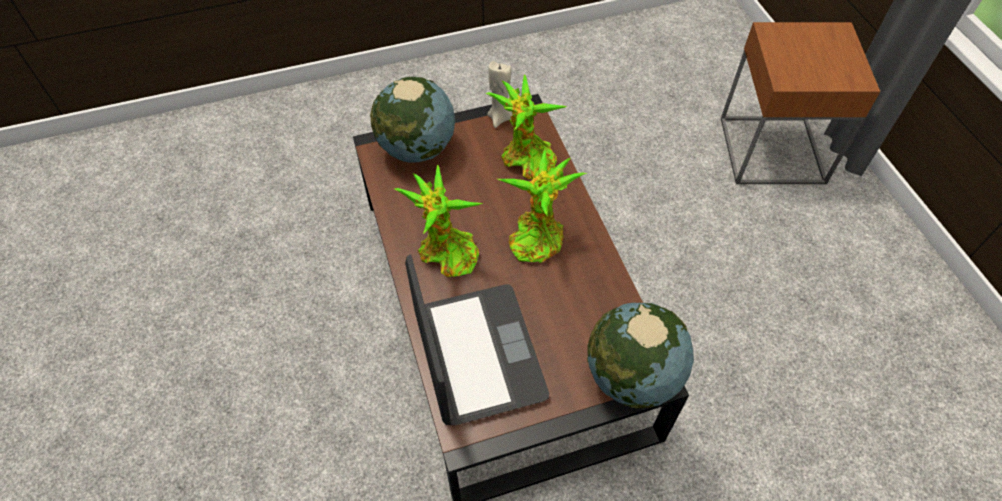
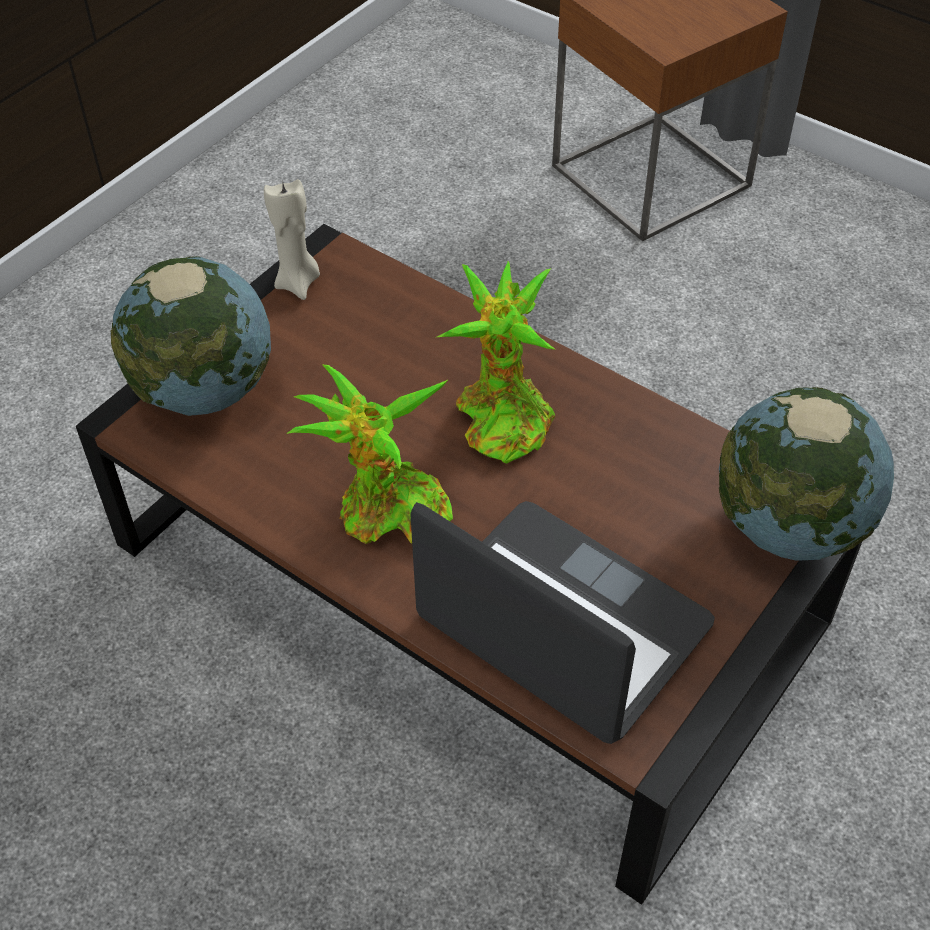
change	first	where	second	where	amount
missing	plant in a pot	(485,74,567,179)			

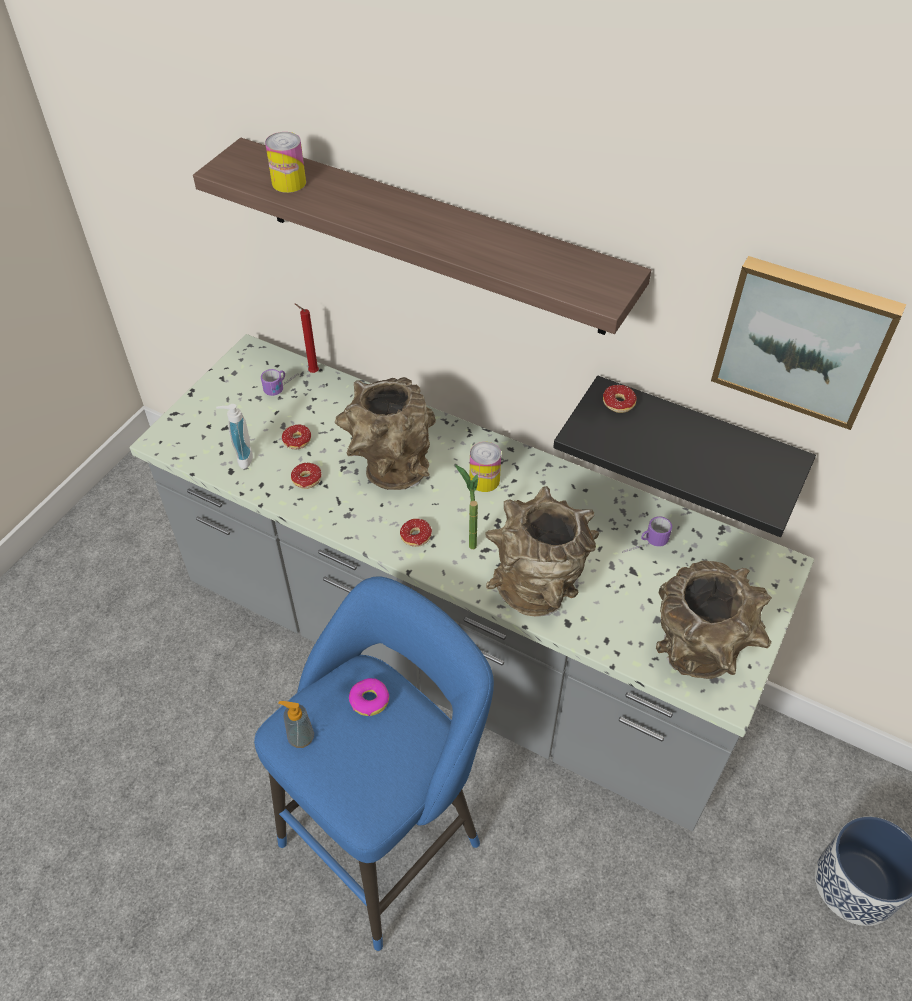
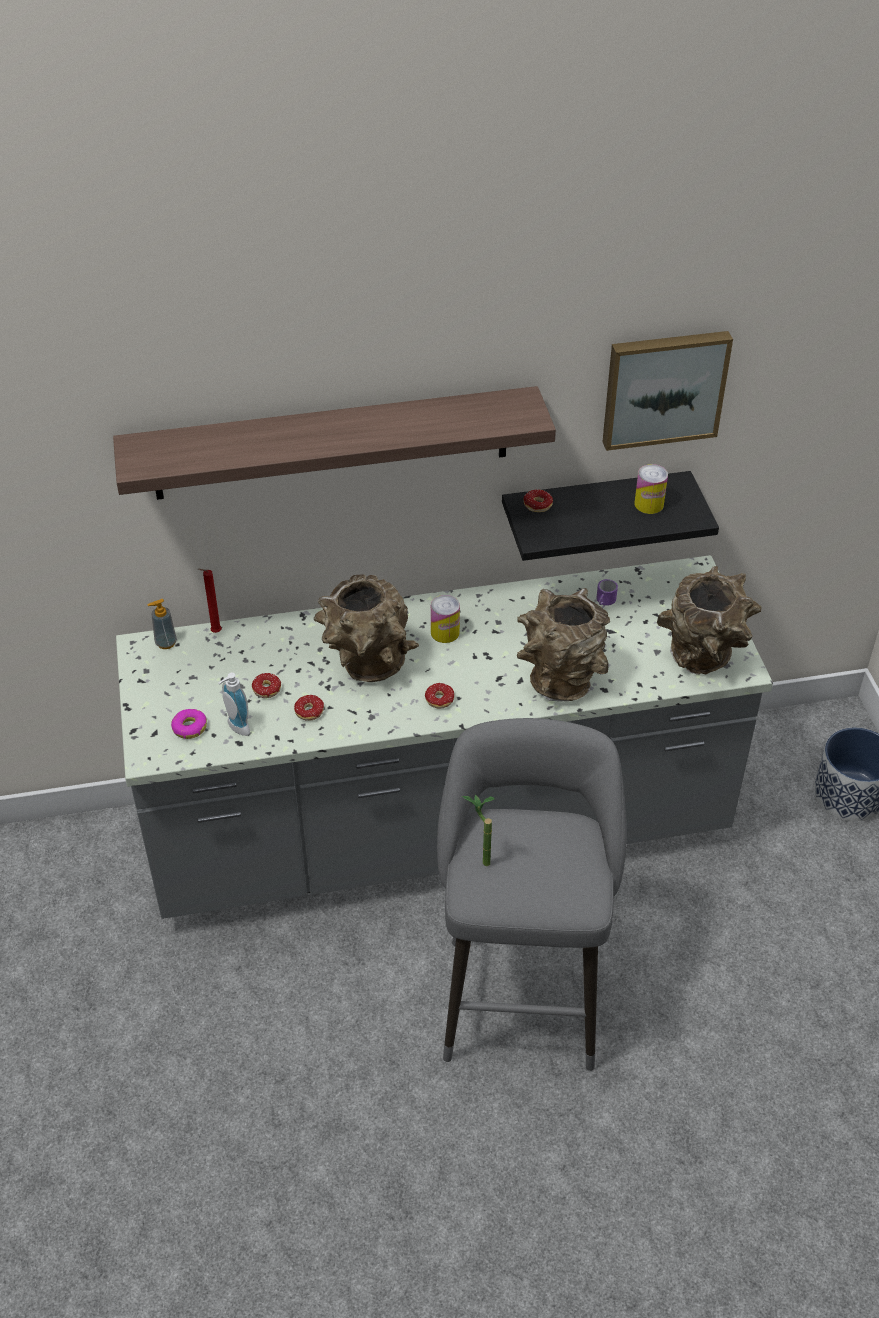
change	first	where	second	where	amount
relocated	metal can	(265,132,306,193)		(634,464,668,514)	
missing	mug	(261,369,299,396)			
relocated	plant in a pot	(455,465,478,549)		(462,795,495,866)	
colour	blue stool	(254,576,494,951)	greyish stool	(437,718,627,1071)	
relocated	doughnut	(349,678,389,716)		(171,709,207,739)	
relocated	liquid soap bottle	(279,701,314,748)		(148,599,177,649)	

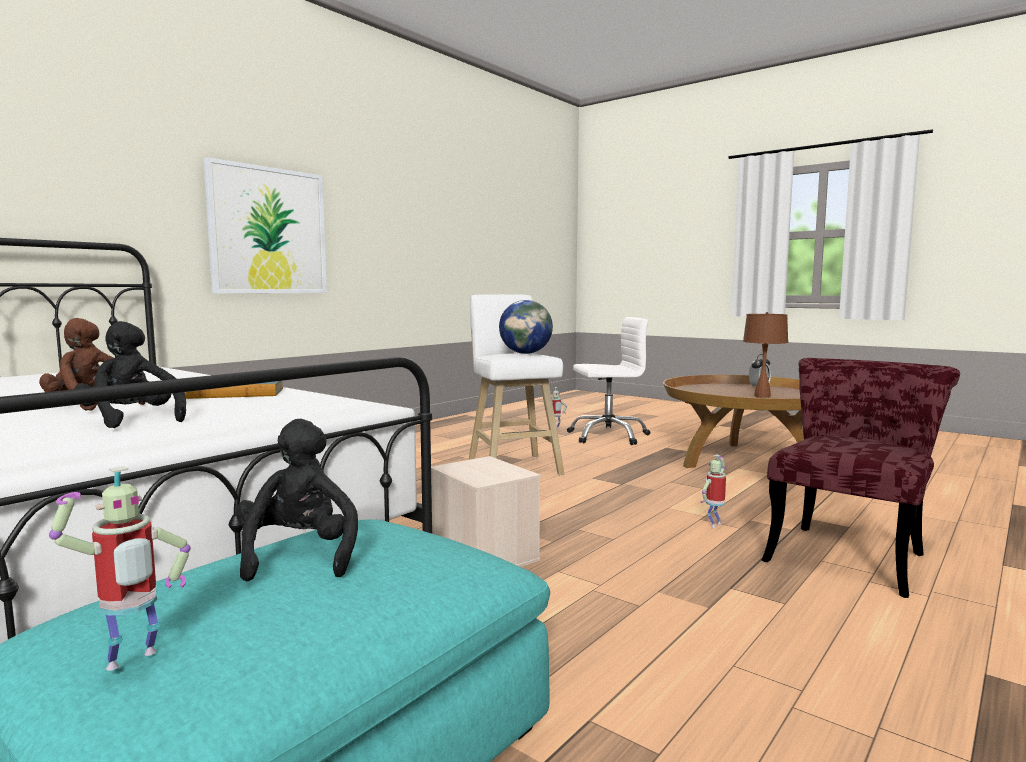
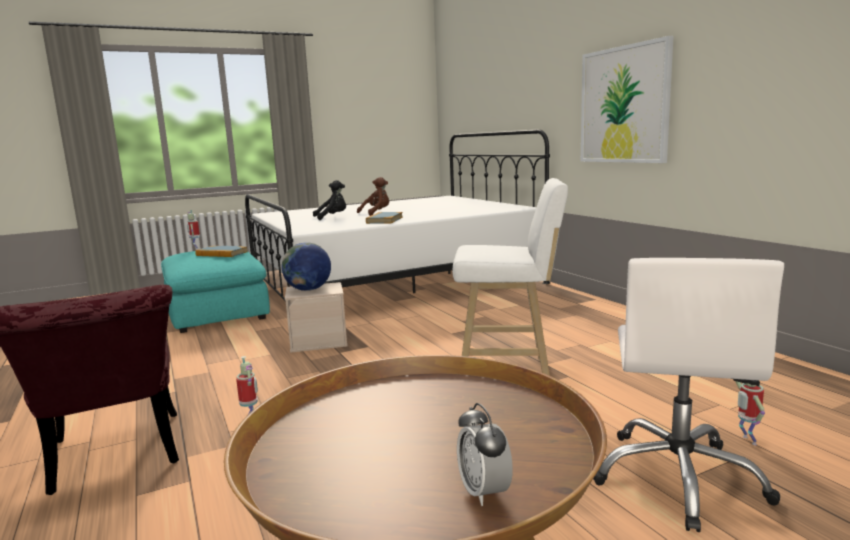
change	first	where	second	where	amount
relocated	world globe	(499,300,553,354)		(282,242,331,291)	
missing	brownish lamp for a table	(743,312,788,398)			
exchanged	blackish plush toy	(236,419,358,581)	volume	(195,246,248,257)	

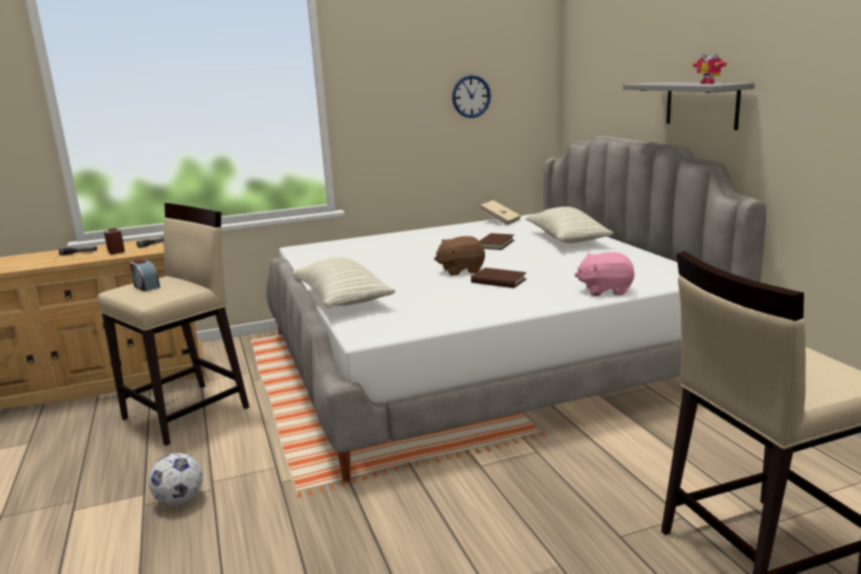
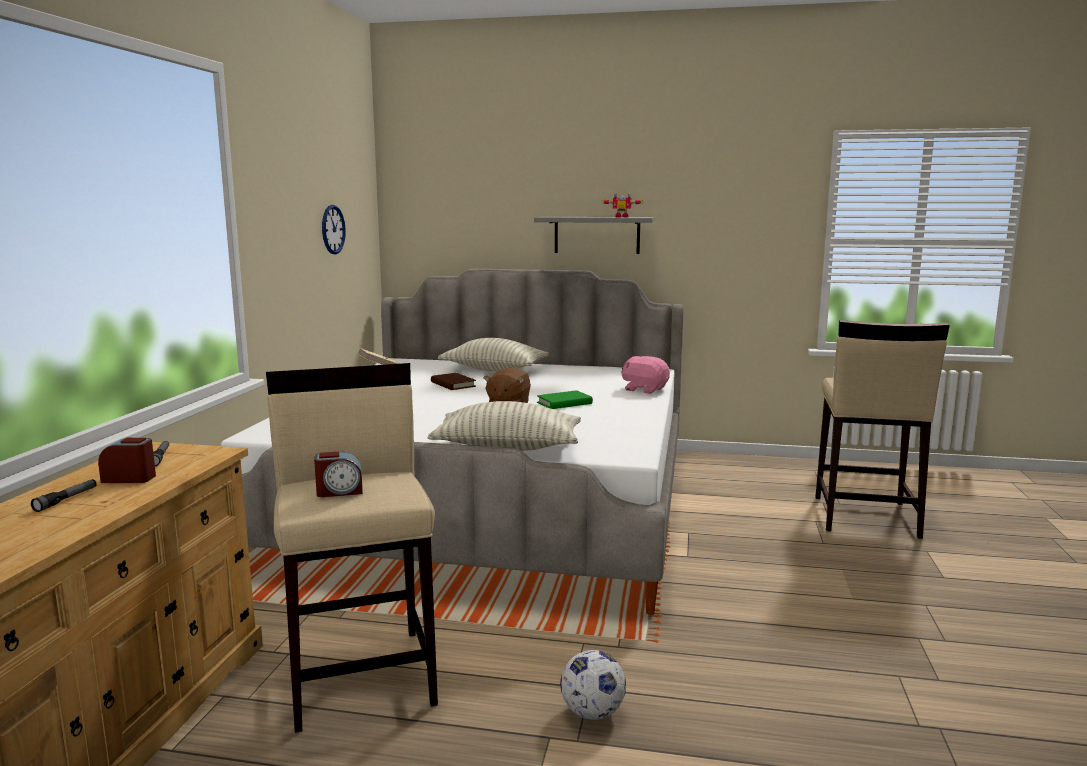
change	first	where	second	where	amount
spun	pink plush toy	(575,252,635,296)		(621,356,670,394)	90 degrees clockwise
colour	brownish volume	(471,268,527,288)	greenish volume	(537,390,593,409)	

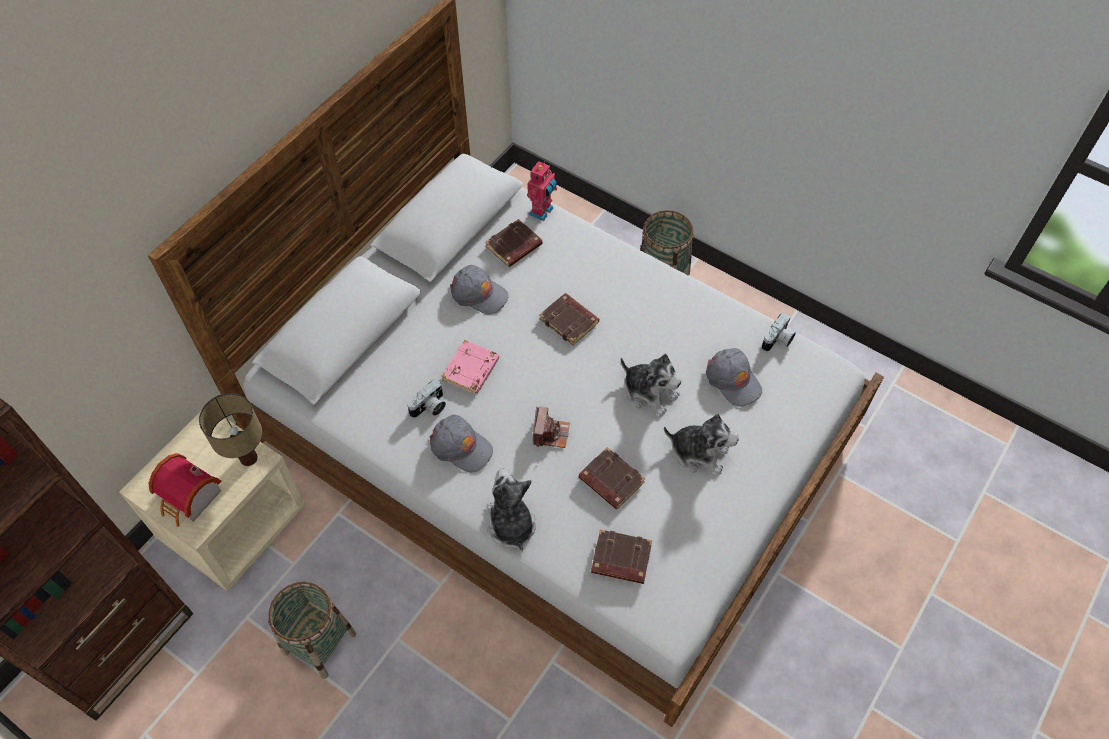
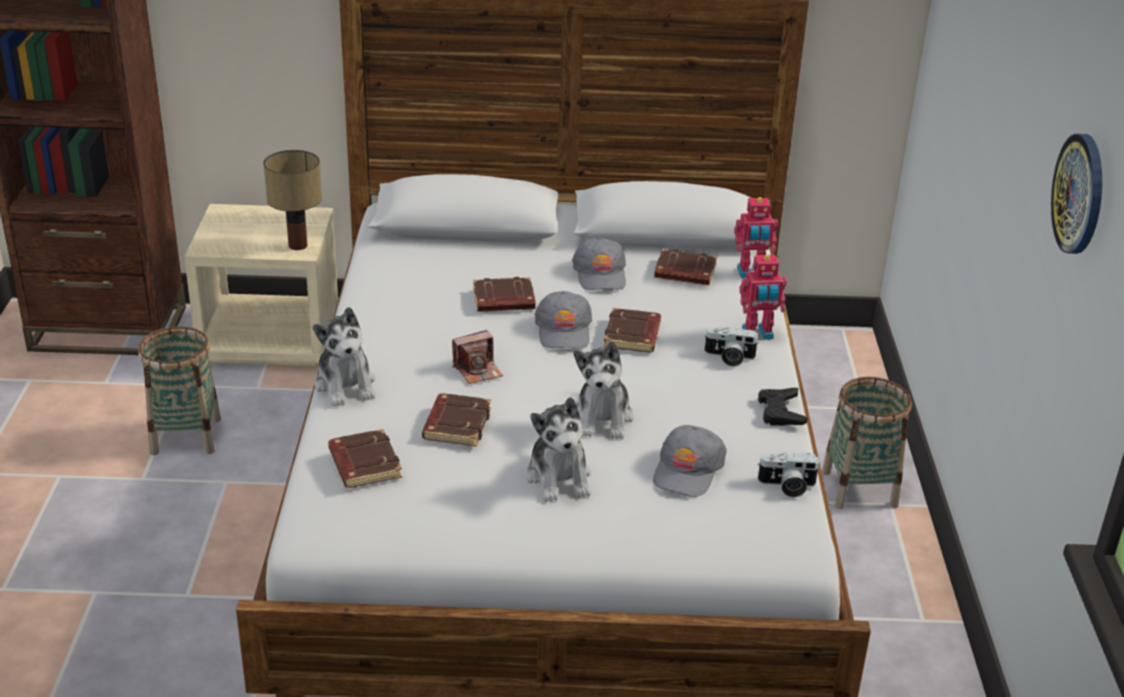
change	first	where	second	where	amount
colour	pink volume	(441,340,499,394)	brownish volume	(473,277,536,312)	
relocated	still camera	(407,379,446,418)		(704,327,759,366)	
relocated	greyish cap	(430,415,493,472)		(535,291,592,349)	
missing	model house	(149,453,221,527)			
spun	plush toy	(487,468,536,551)		(313,307,375,407)	120 degrees clockwise
appeared			hanging clock	(1051,134,1102,254)	
appeared			robot figure	(739,254,787,340)	
appeared			blackish game controller	(758,388,807,426)	

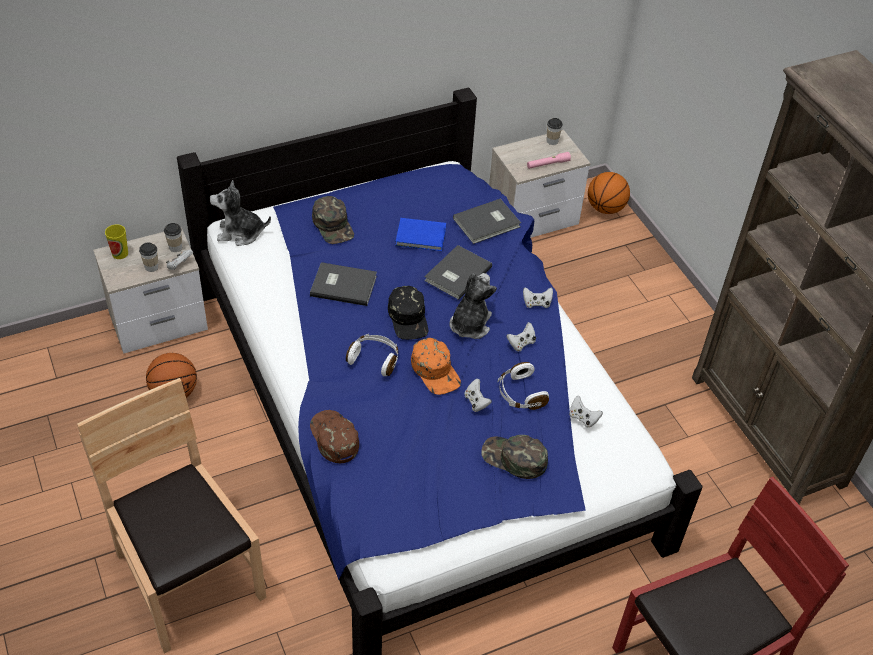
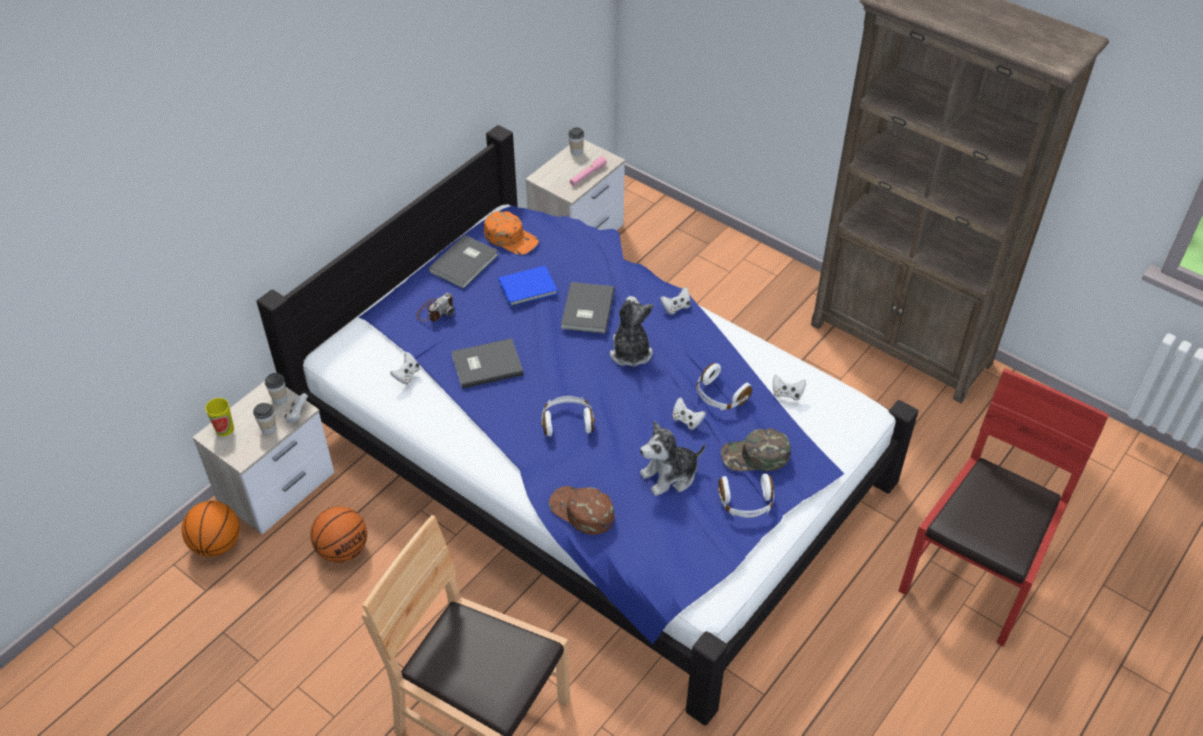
change	first	where	second	where	amount
relocated	basketball ball	(588,172,630,214)		(182,501,240,557)	
relocated	plush toy	(210,180,271,246)		(640,421,706,496)	
exchanged	greenish cap	(312,196,354,244)	still camera	(416,293,455,321)	
relocated	greyish volume	(453,199,521,244)		(428,235,498,289)	
missing	blackish cap	(388,286,428,340)			
relocated	white game controller	(506,322,536,351)		(390,352,420,384)	
relocated	orangey cap	(411,338,461,395)		(484,211,539,255)	
appeared			white headphones	(718,473,774,518)	

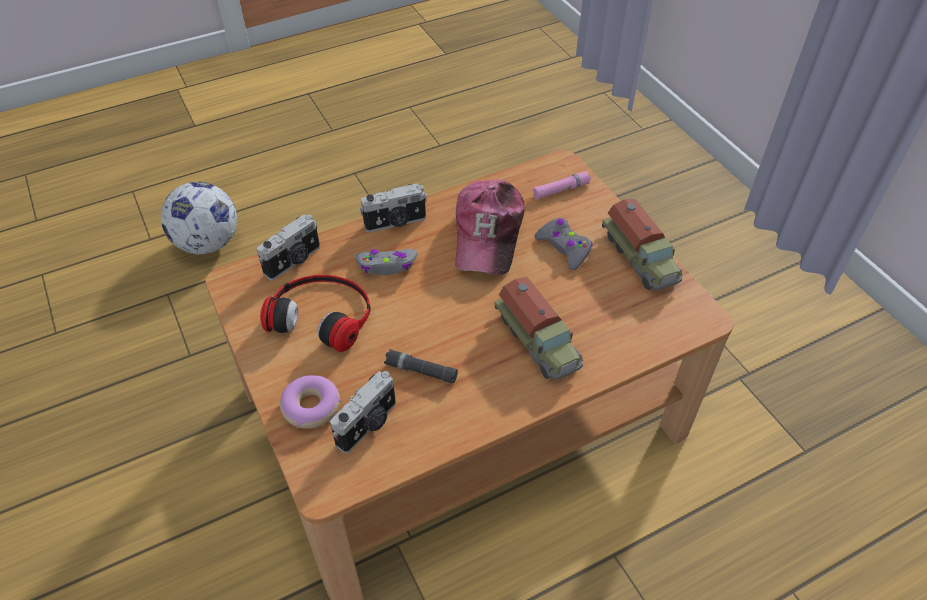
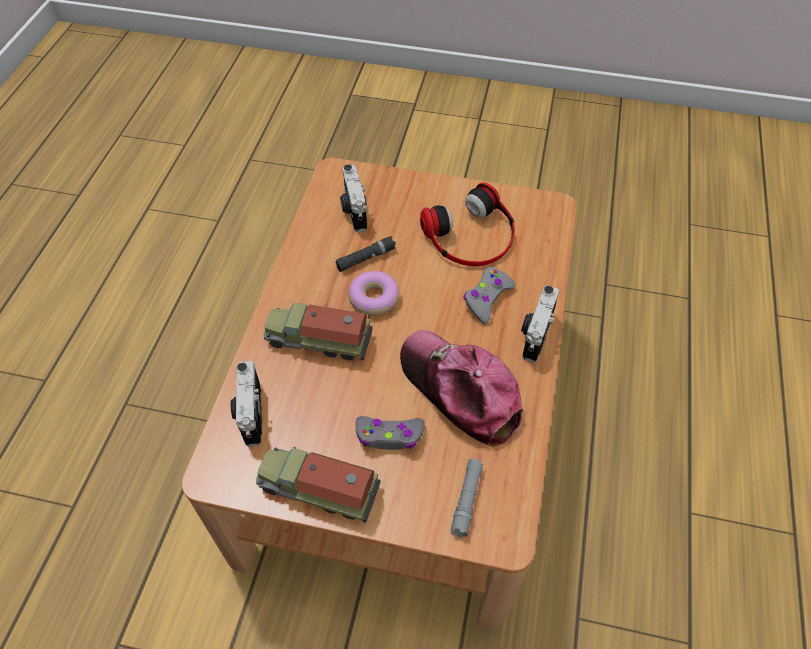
change	first	where	second	where	amount
colour	pink hand torch	(533,171,591,200)	greyish hand torch	(451,459,484,538)	
missing	football ball	(161,182,237,254)			
relocated	still camera	(257,214,320,281)		(231,361,262,447)	
relocated	doughnut	(280,375,341,429)		(348,271,399,315)	

